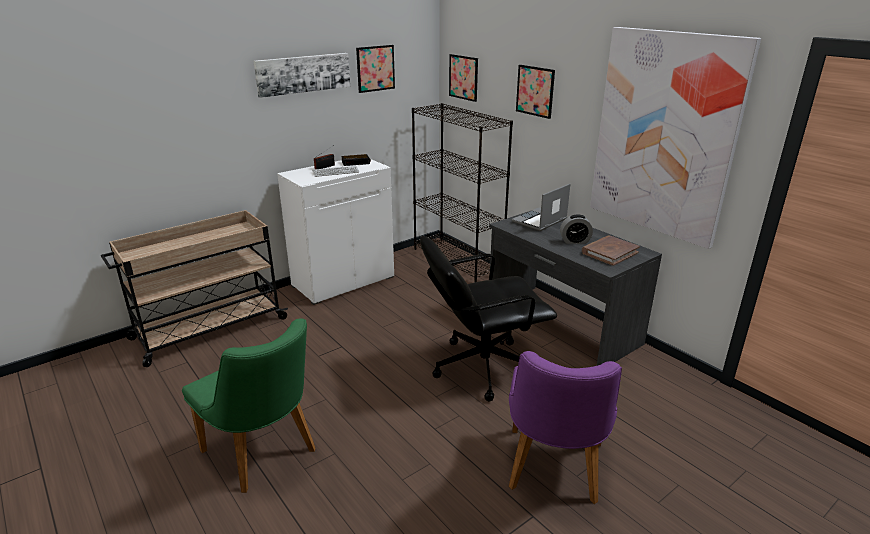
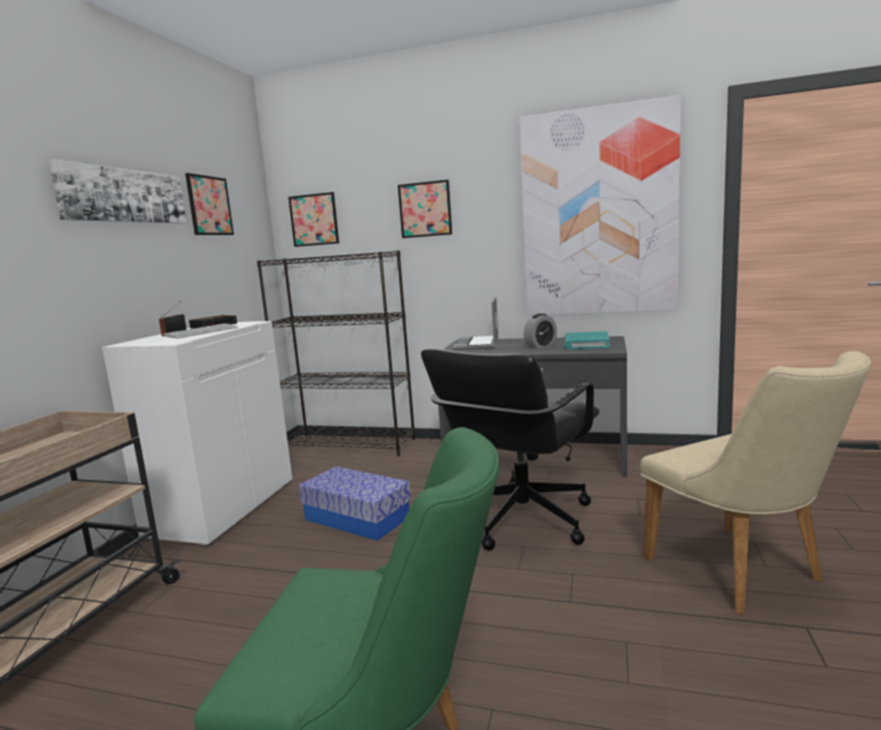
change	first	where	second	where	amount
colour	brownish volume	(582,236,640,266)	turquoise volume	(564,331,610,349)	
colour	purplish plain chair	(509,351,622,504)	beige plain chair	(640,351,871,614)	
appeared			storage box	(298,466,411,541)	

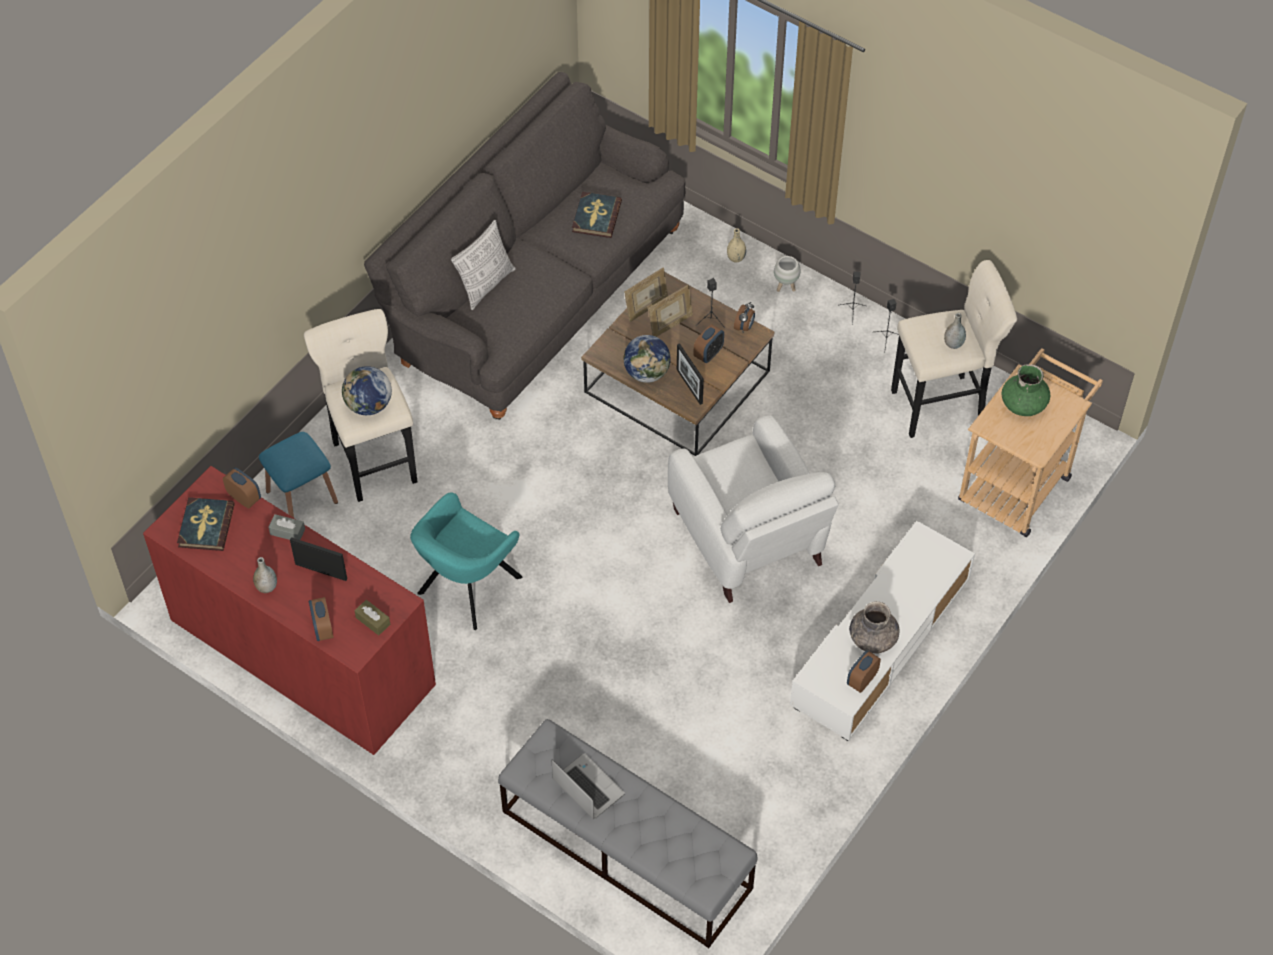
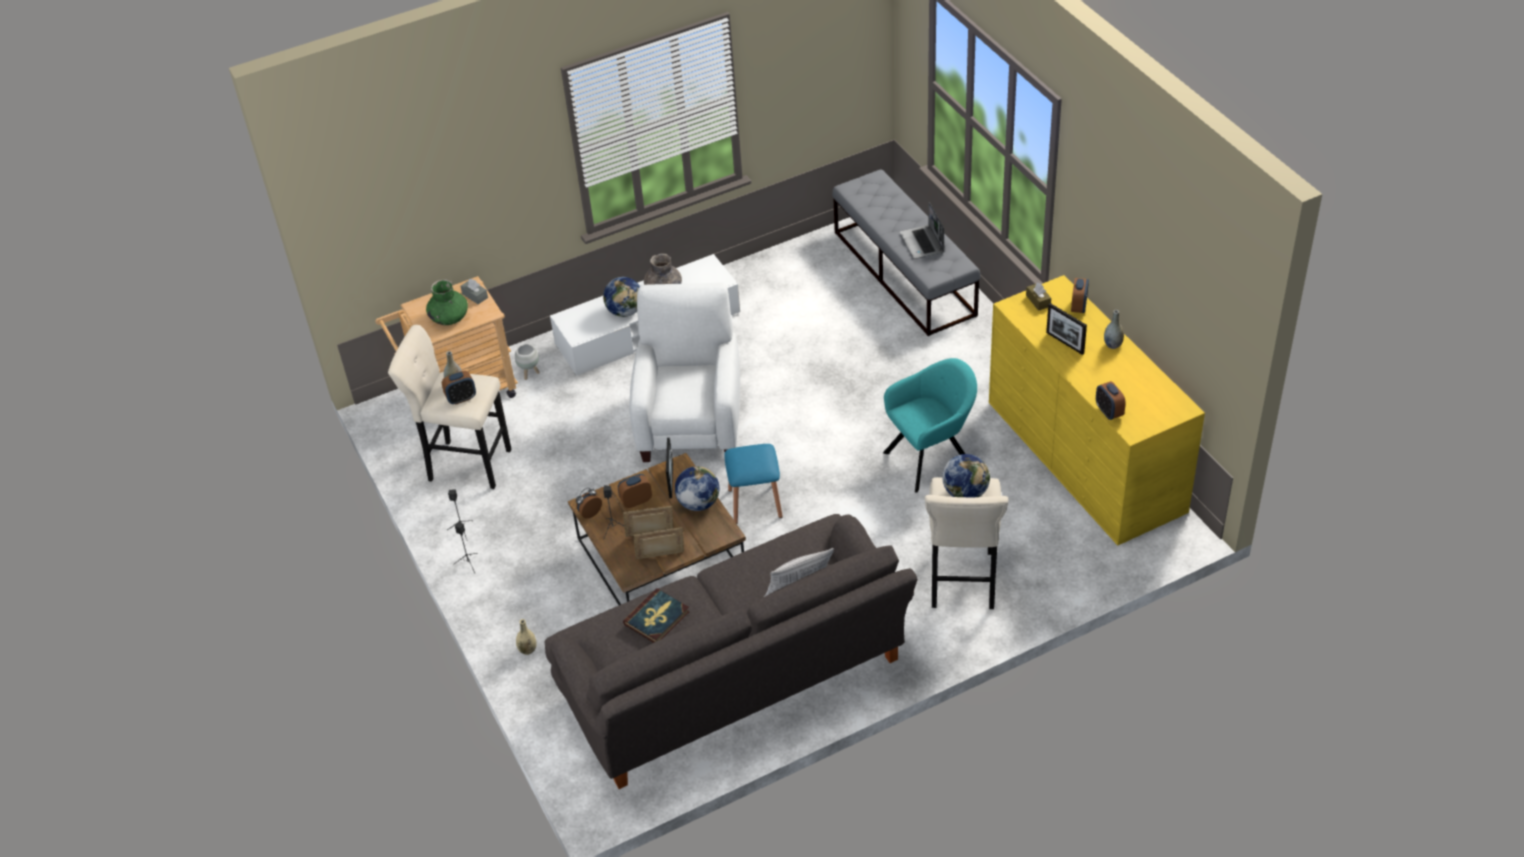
change	first	where	second	where	amount
relocated	white plant pot	(774,256,801,292)		(515,344,540,380)	
relocated	blue stool	(259,432,338,518)		(724,444,783,524)	
colour	red-coloured drawer chest	(143,466,436,755)	yellowish drawer chest	(989,275,1205,545)	
missing	volume	(177,497,235,551)			
relocated	greyish tissue box	(268,514,305,540)		(460,279,488,304)	
relocated	alarm clock	(847,650,881,693)		(442,371,476,405)	
appeared			world globe	(603,277,640,317)	

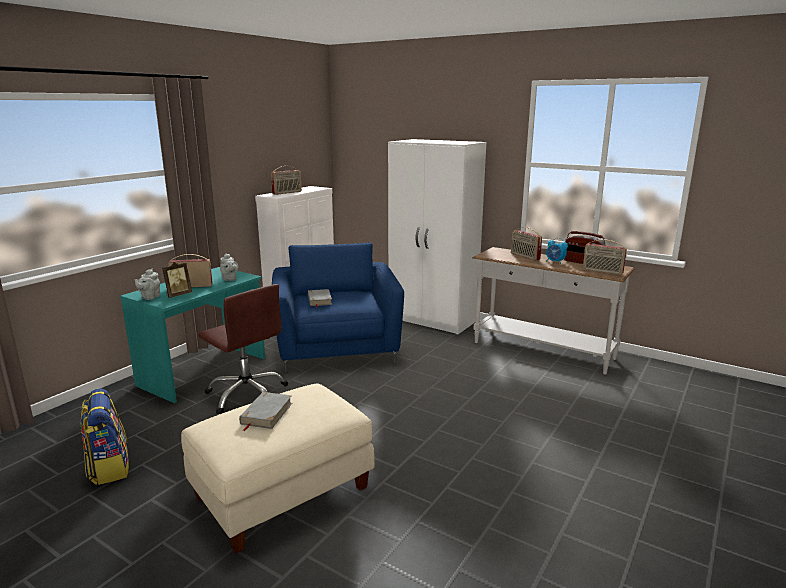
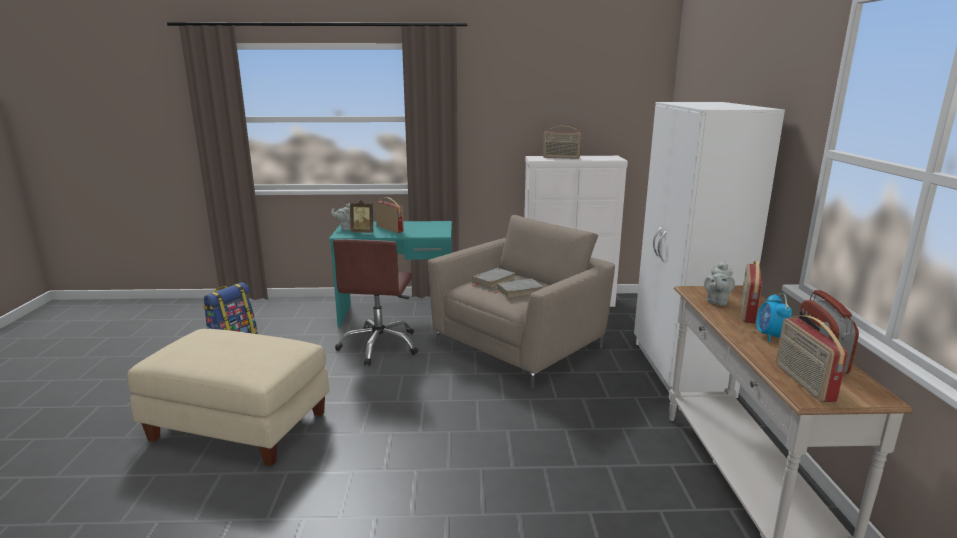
change	first	where	second	where	amount
colour	blue easy chair	(272,243,404,373)	beige easy chair	(428,215,615,389)	
relocated	greyish teapot	(220,253,238,281)		(704,261,735,306)	
relocated	greyish volume	(239,392,292,431)		(494,279,544,299)	

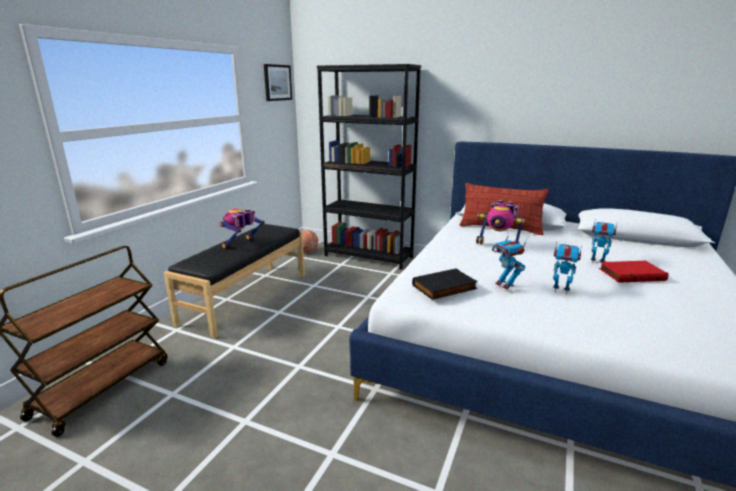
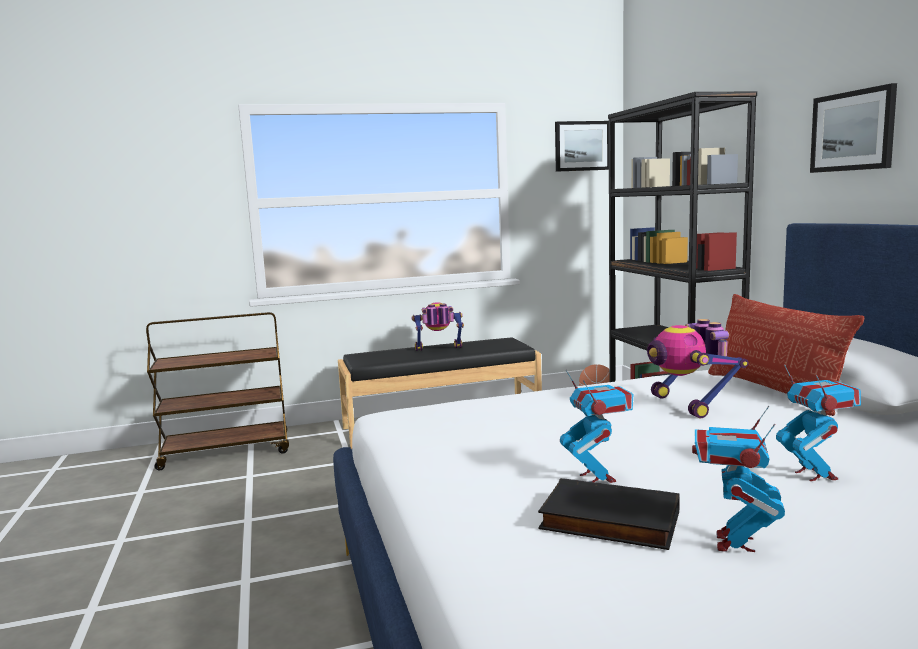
change	first	where	second	where	amount
relocated	robot figure	(492,231,529,289)		(692,406,785,552)	
missing	red-coloured volume	(599,261,669,282)			
relocated	blackish volume	(412,268,478,300)		(538,478,680,550)	
appeared			picture	(810,83,897,173)	

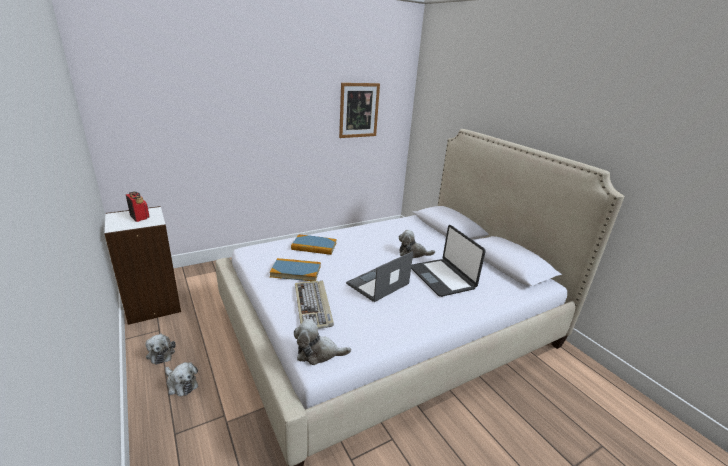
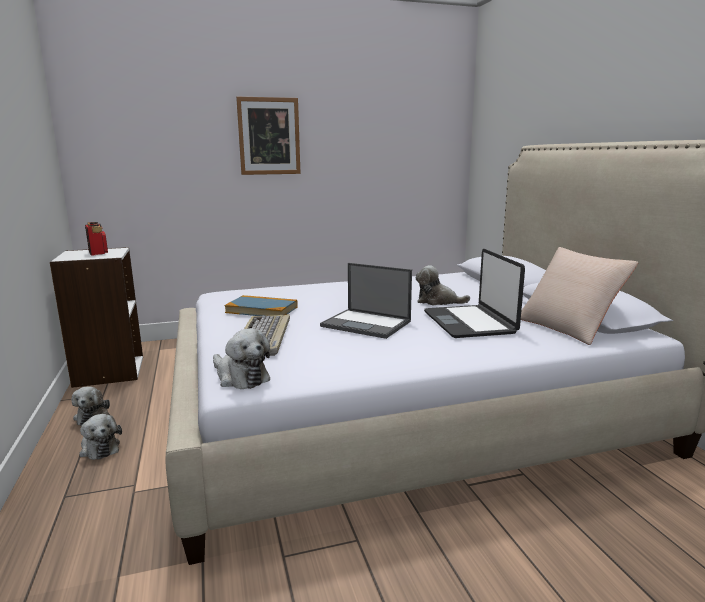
change	first	where	second	where	amount
relocated	picture	(339,83,380,138)		(236,97,301,175)	
missing	volume	(291,234,337,255)			
spun	notebook computer	(346,251,413,302)		(320,263,412,339)	120 degrees counterclockwise
spun	plush toy	(294,319,351,365)		(213,328,270,389)	150 degrees counterclockwise
appeared			beige cushion	(521,247,638,345)	

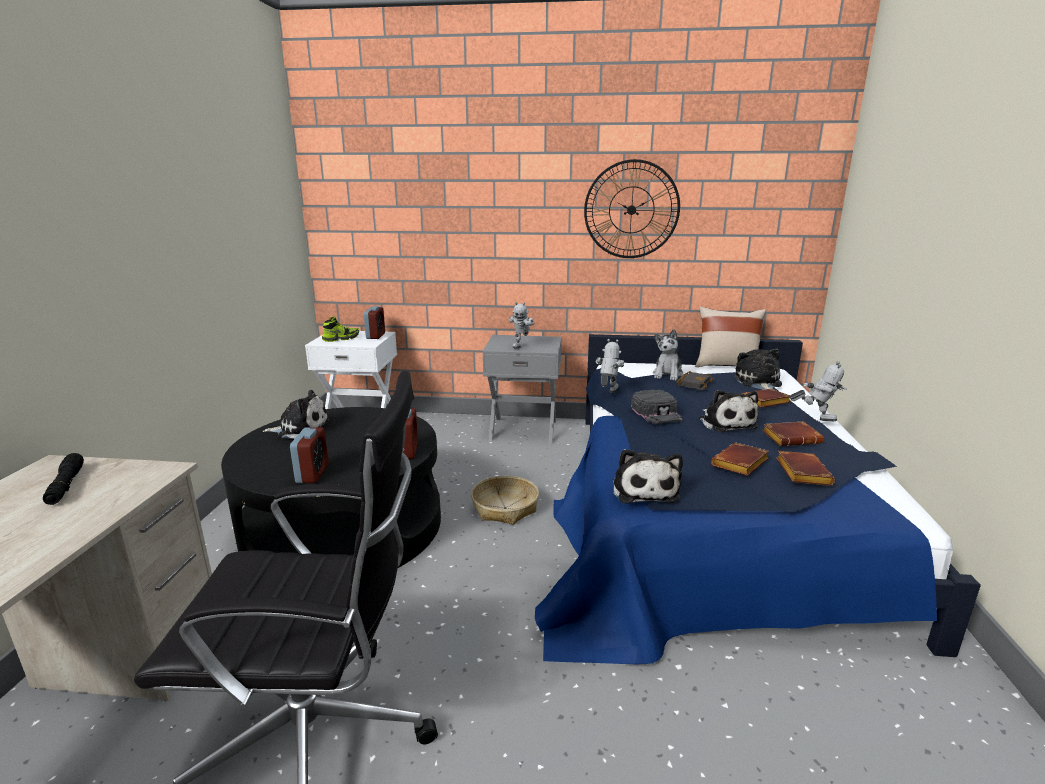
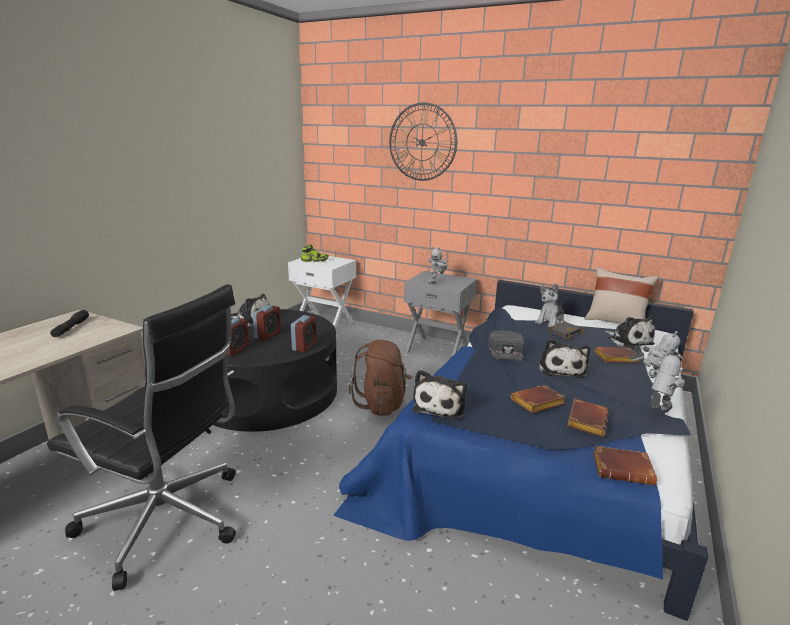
change	first	where	second	where	amount
relocated	hanging clock	(584,159,680,258)		(389,102,457,181)	
relocated	alarm clock	(364,306,385,339)		(253,305,281,340)	
relocated	robot figure	(596,339,624,393)		(647,351,685,413)	
spun	plush toy	(734,348,782,390)		(605,316,655,349)	135 degrees clockwise
relocated	brownish volume	(762,421,824,446)		(593,446,657,485)	
exchanged	basket	(471,476,539,525)	brownish backpack	(349,340,412,416)	

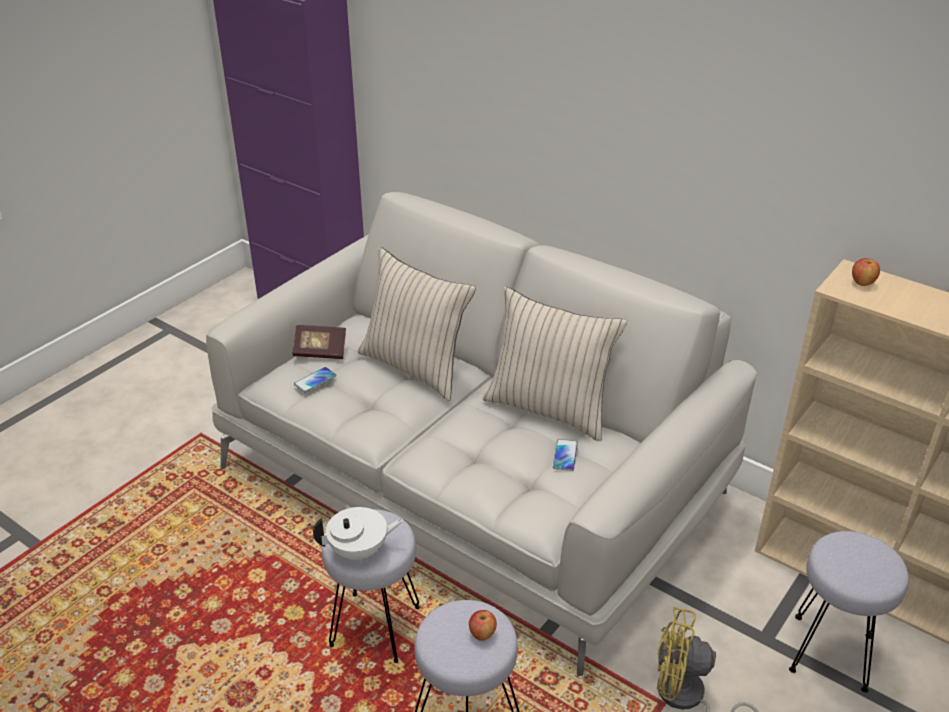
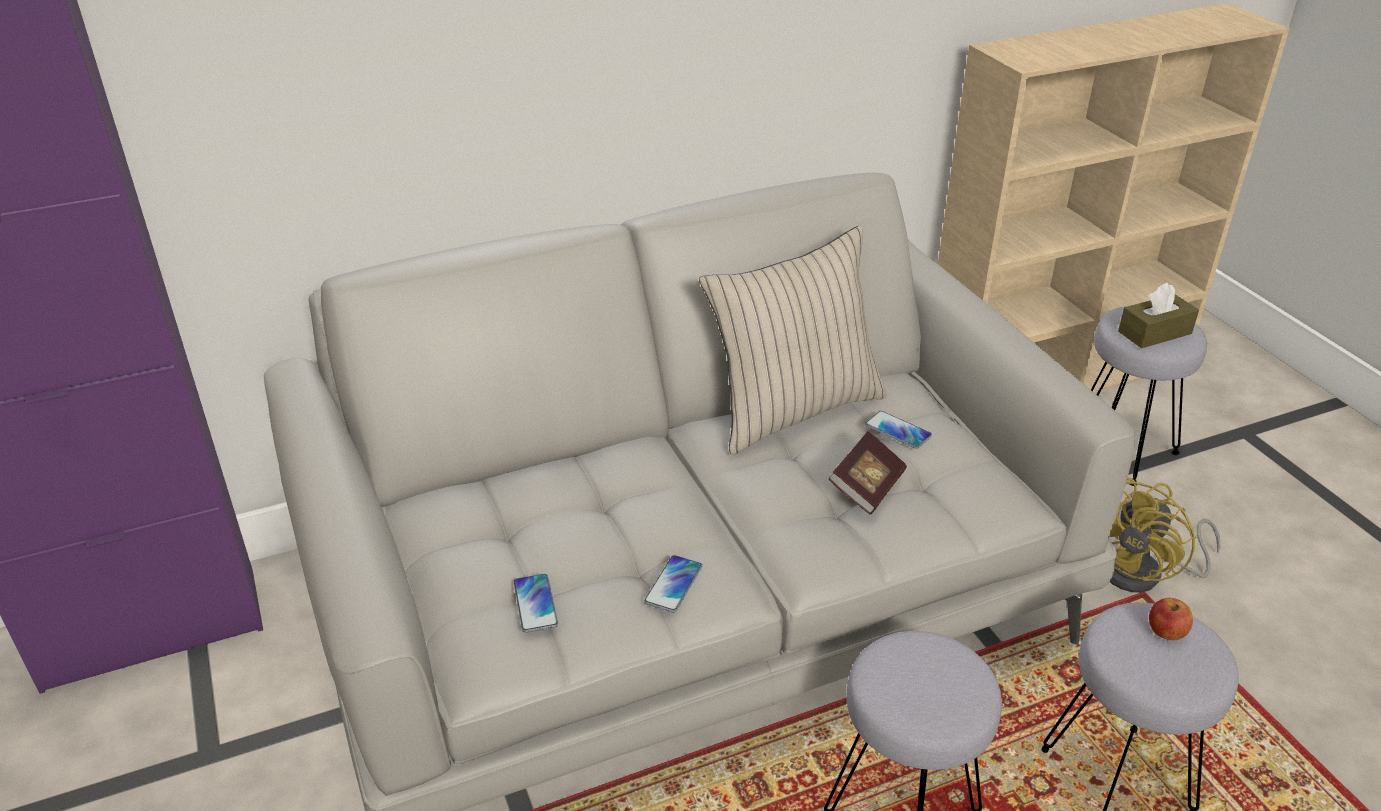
change	first	where	second	where	amount
missing	beige cushion	(358,247,476,401)			
missing	whole apple	(852,258,880,286)			
relocated	volume	(292,325,346,359)		(828,431,907,514)	
missing	white teapot	(313,507,404,563)			
appeared			brownish tissue box	(1118,283,1199,348)	
appeared			phone	(644,555,702,612)	

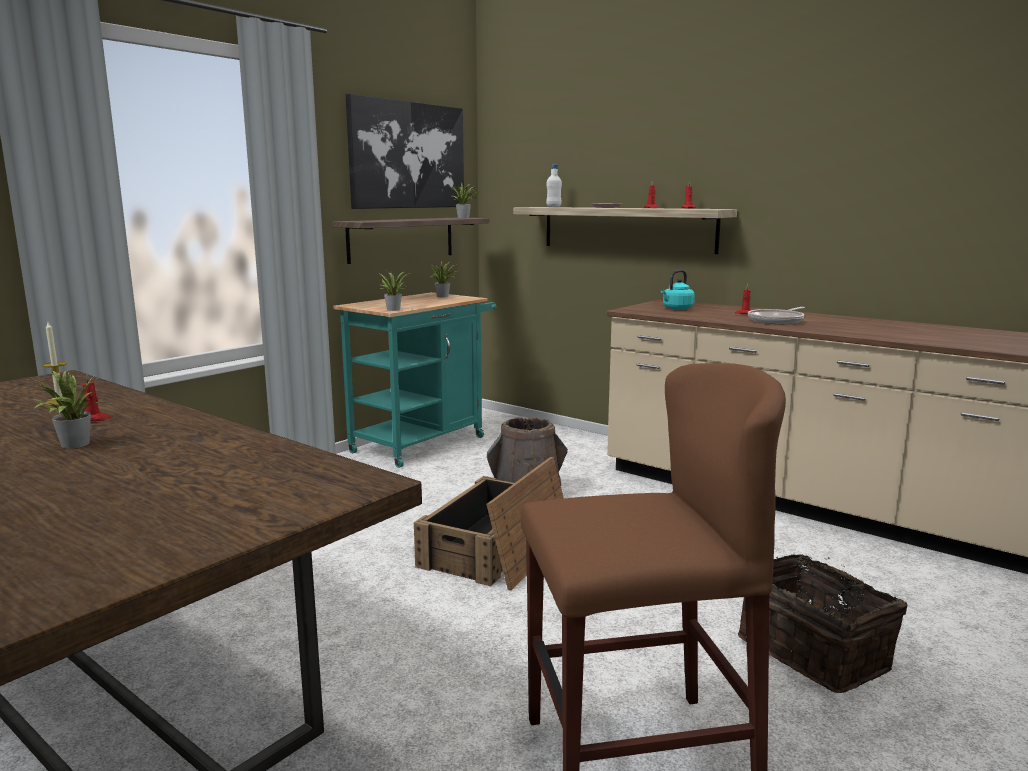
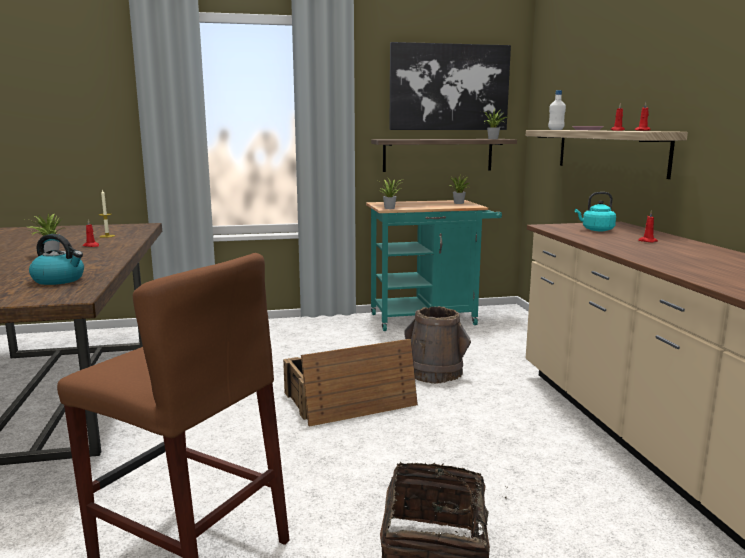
change	first	where	second	where	amount
missing	skillet	(748,307,805,324)			
appeared			kettle	(29,234,84,285)	

